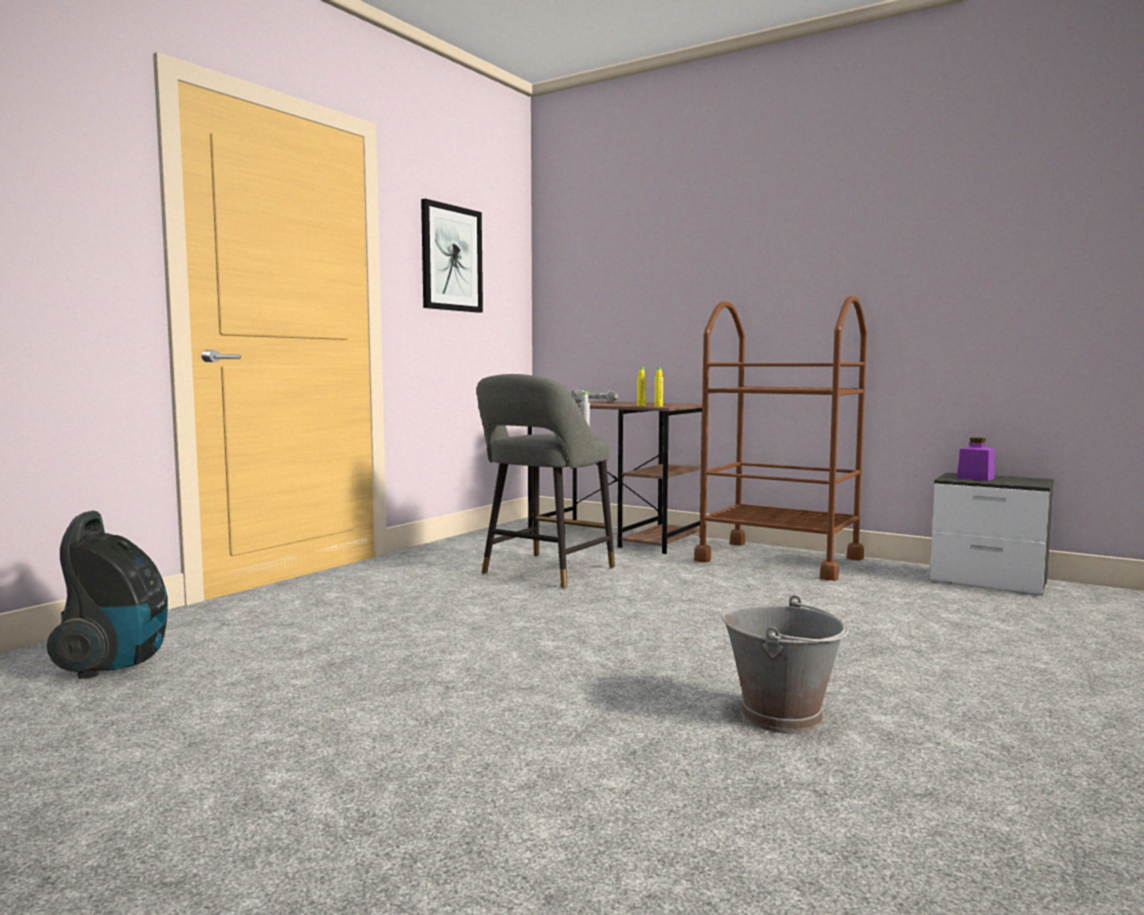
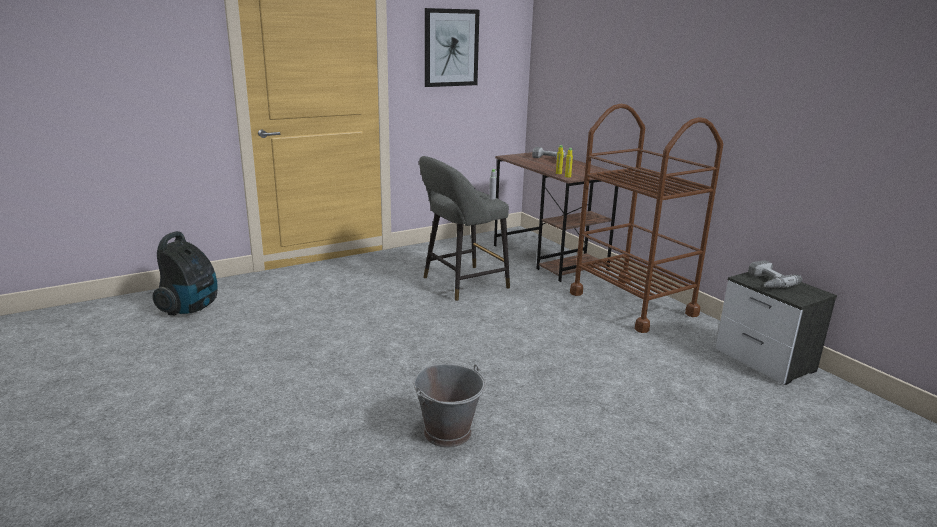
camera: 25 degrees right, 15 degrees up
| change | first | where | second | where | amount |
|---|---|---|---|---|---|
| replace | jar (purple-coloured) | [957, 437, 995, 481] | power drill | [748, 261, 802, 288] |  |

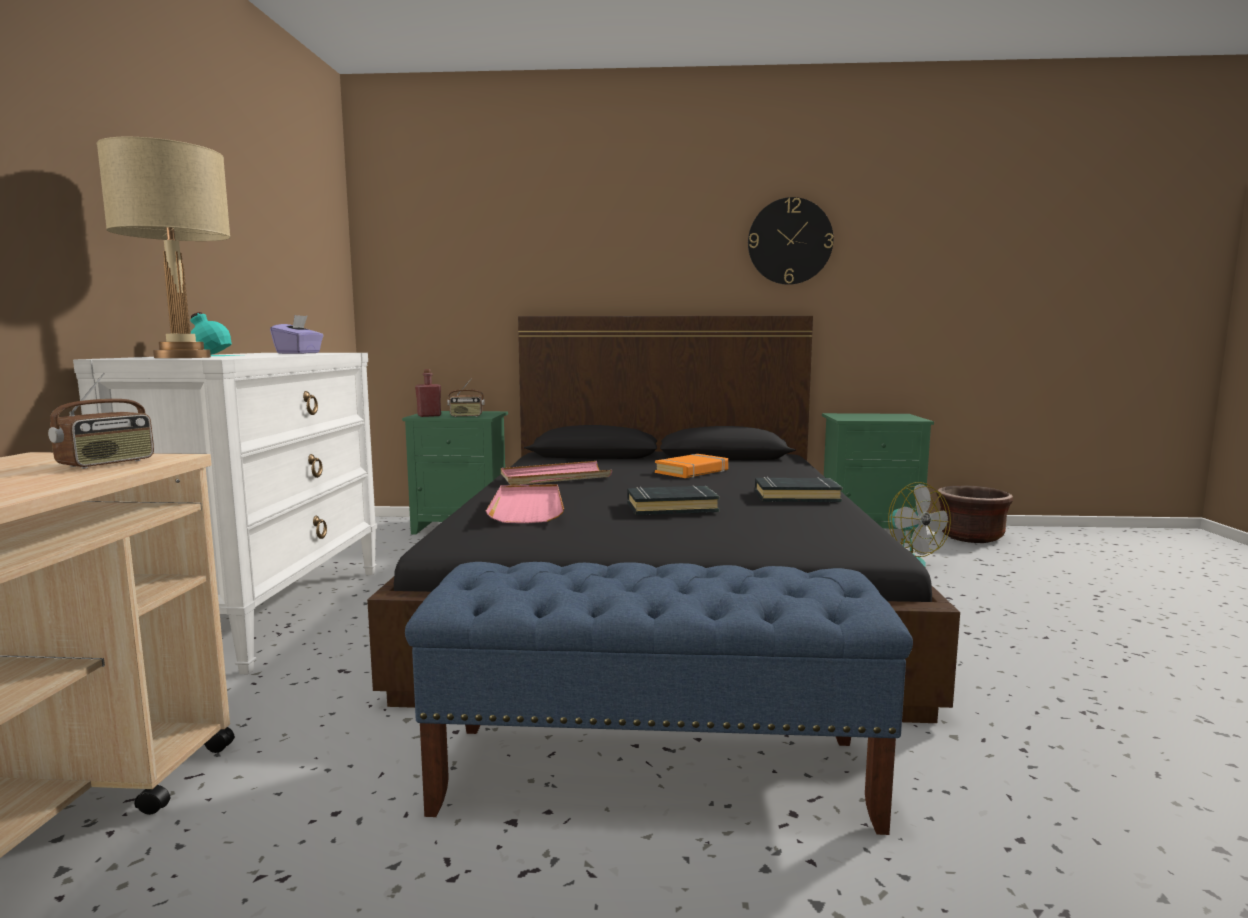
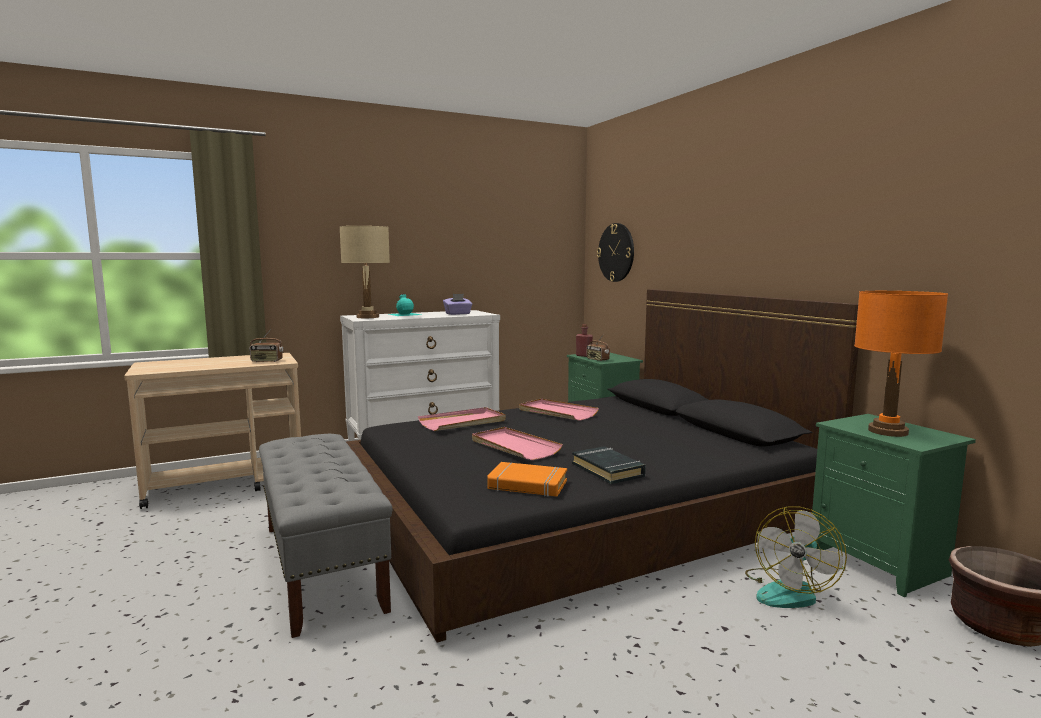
camera: 60 degrees right, 0 degrees up
| change | first | where | second | where | amount |
|---|---|---|---|---|---|
| recolor | bench (blue-coloured) | [405, 562, 913, 835] | bench (gray) | [259, 434, 392, 638] |  |
| replace | bound book (blackish) | [627, 485, 720, 515] | tray (pink-coloured) | [472, 427, 563, 460] |  |
| move | bound book (orange) | [655, 454, 728, 478] |  | [487, 462, 567, 497] |  |
| move | clock on the wall | [748, 197, 833, 285] |  | [597, 223, 634, 282] |  |
| insert |  |  | table lamp (orange) | [854, 291, 948, 437] |  |

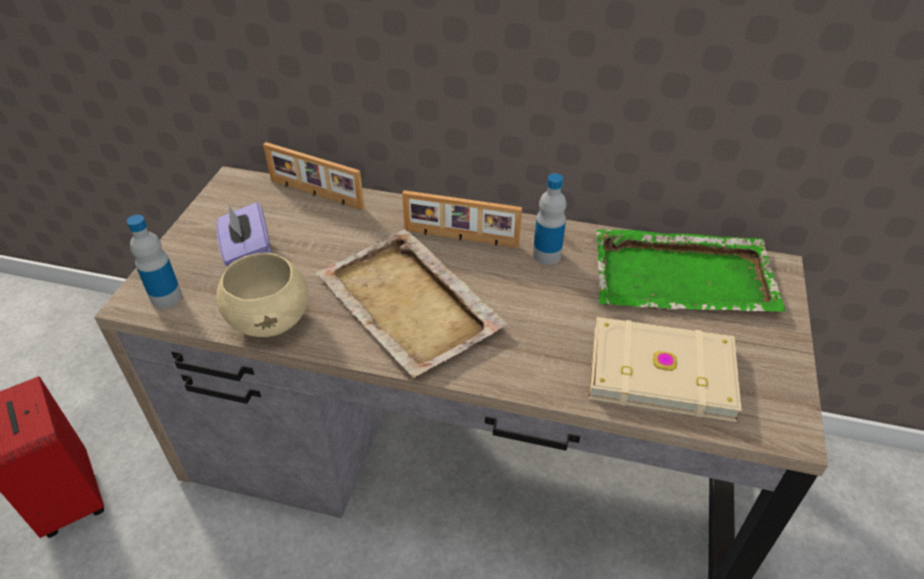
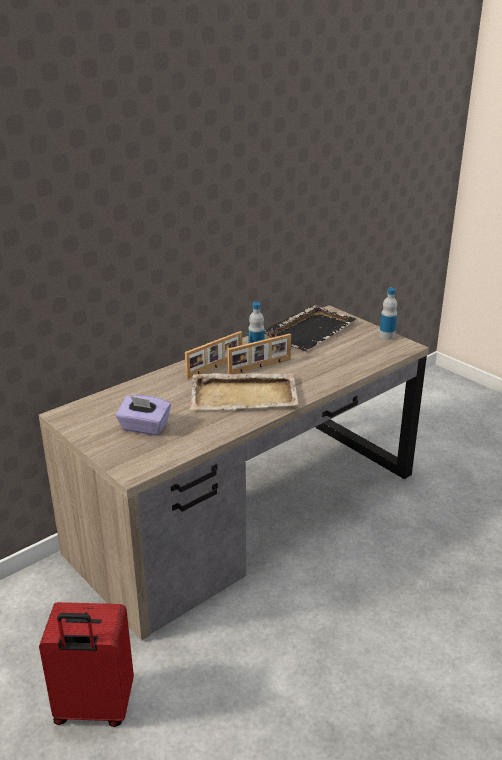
camera: 55 degrees left, 15 degrees down
| change | first | where | second | where | amount |
|---|---|---|---|---|---|
| move | beverage bottle | [127, 215, 182, 308] |  | [379, 288, 397, 340] |  |
| delete | bowl (beige-coloured) | [216, 253, 308, 337] |  |  |  |
| move | standing frame | [263, 142, 364, 210] |  | [227, 334, 291, 374] |  |
| delete | bound book (beige-coloured) | [588, 317, 742, 422] |  |  |  |
| recolor | tray (greenish) | [596, 229, 786, 312] | tray (blackish) | [265, 305, 356, 351] |  |

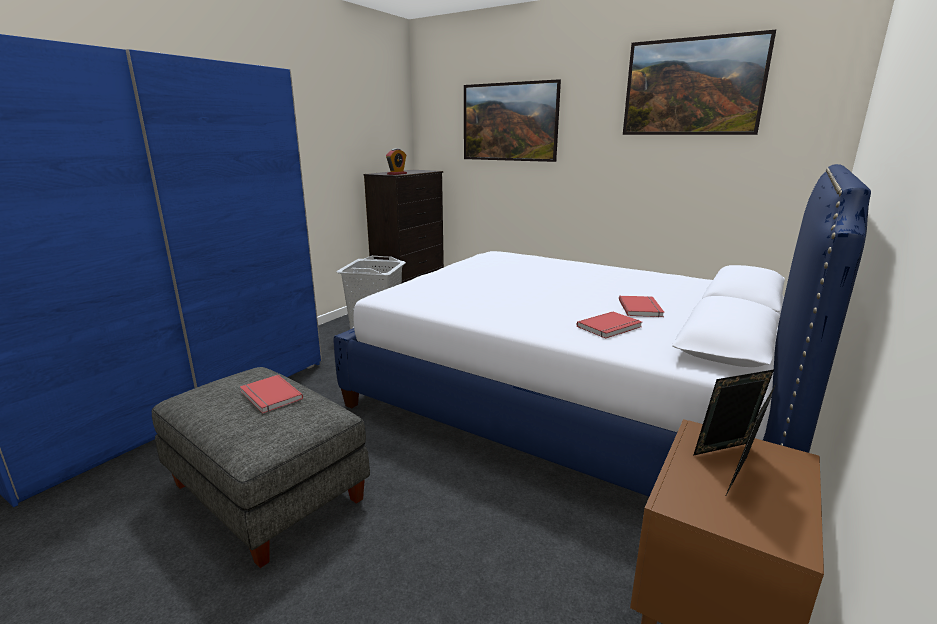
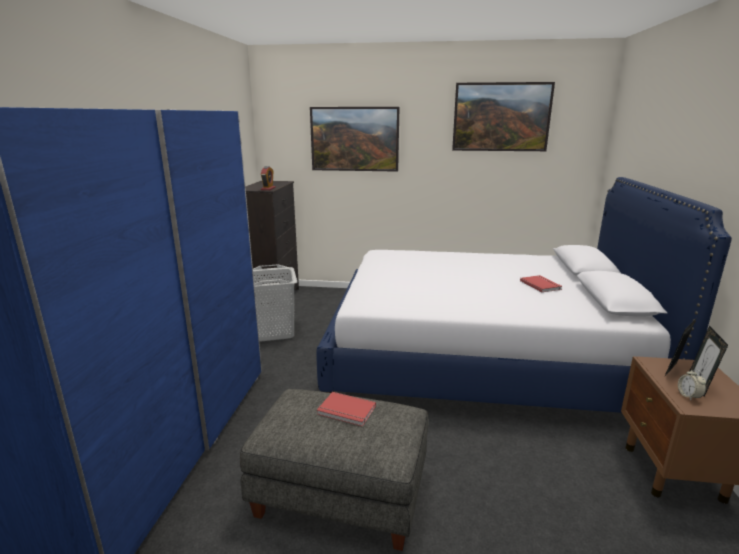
camera: 25 degrees left, 0 degrees up
| change | first | where | second | where | amount |
|---|---|---|---|---|---|
| delete | bound book (reddish) | [577, 312, 642, 338] |  |  |  |
| insert |  |  | bedside clock | [678, 369, 706, 400] |  |

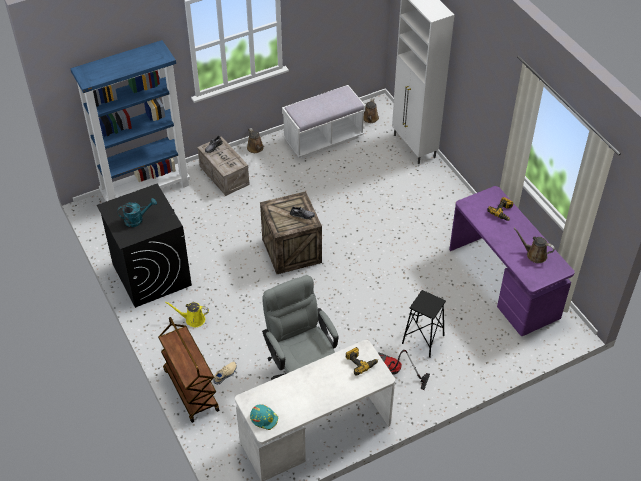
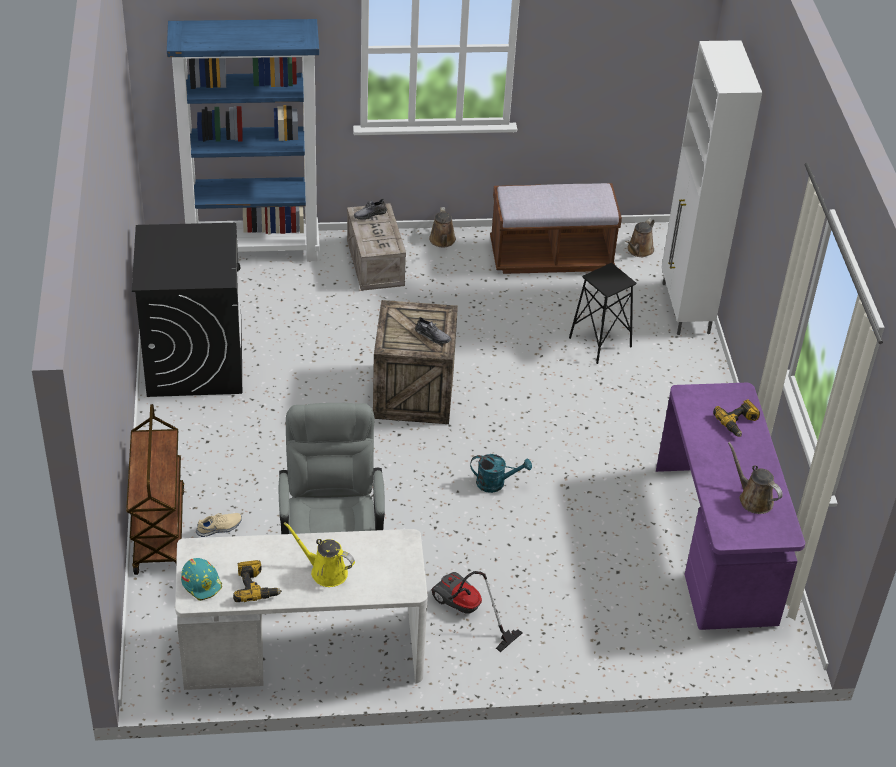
camera: 20 degrees right, 5 degrees down
| change | first | where | second | where | amount |
|---|---|---|---|---|---|
| move | watering pot (turquoise) | [117, 198, 157, 227] |  | [470, 454, 532, 493] |  |
| move | watering pot (yellow) | [165, 302, 209, 327] |  | [284, 522, 355, 587] |  |
| recolor | bench (white-coloured) | [282, 85, 365, 158] | bench (brown-coloured) | [490, 183, 622, 274] |  |
| move | power drill | [346, 347, 378, 376] |  | [233, 560, 282, 602] |  |
| move | stool (blackish) | [402, 290, 446, 358] |  | [569, 263, 636, 364] |  |

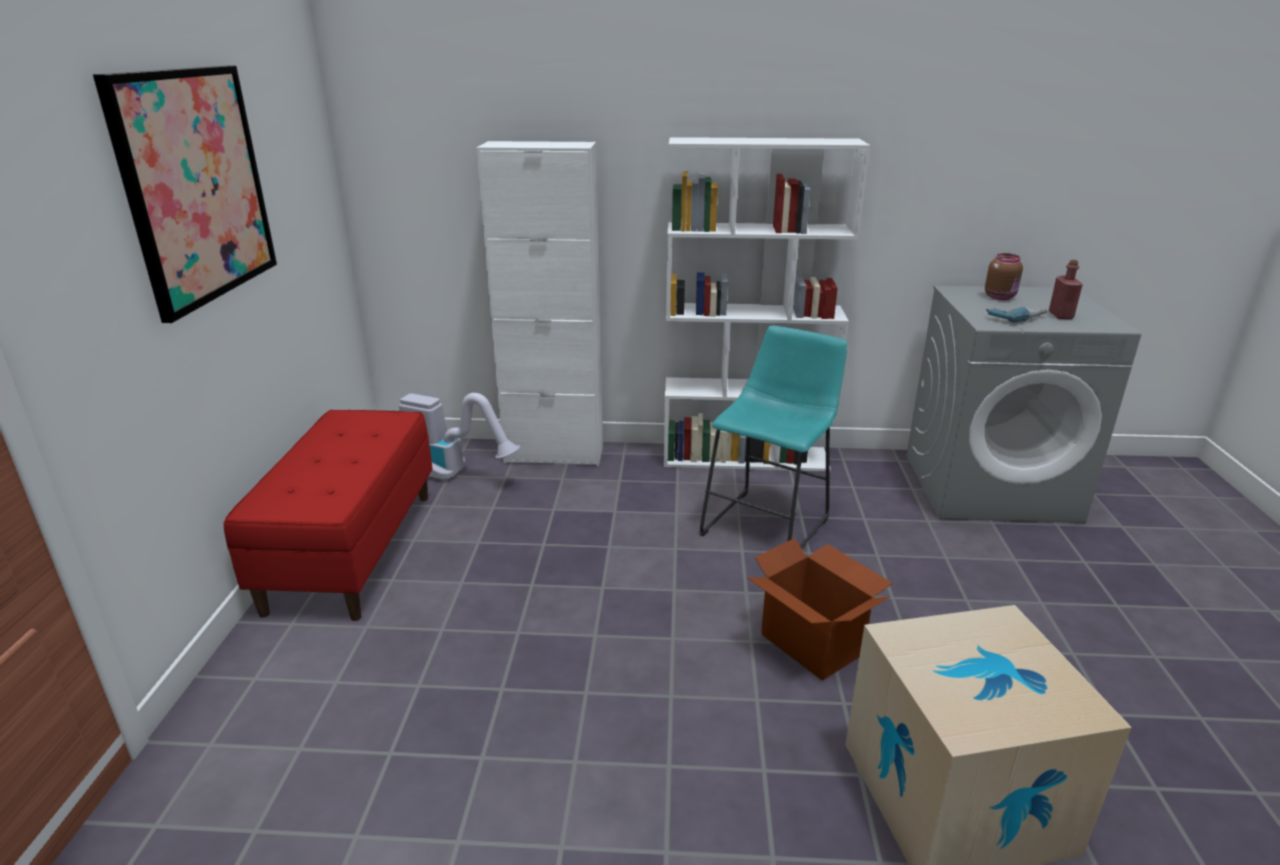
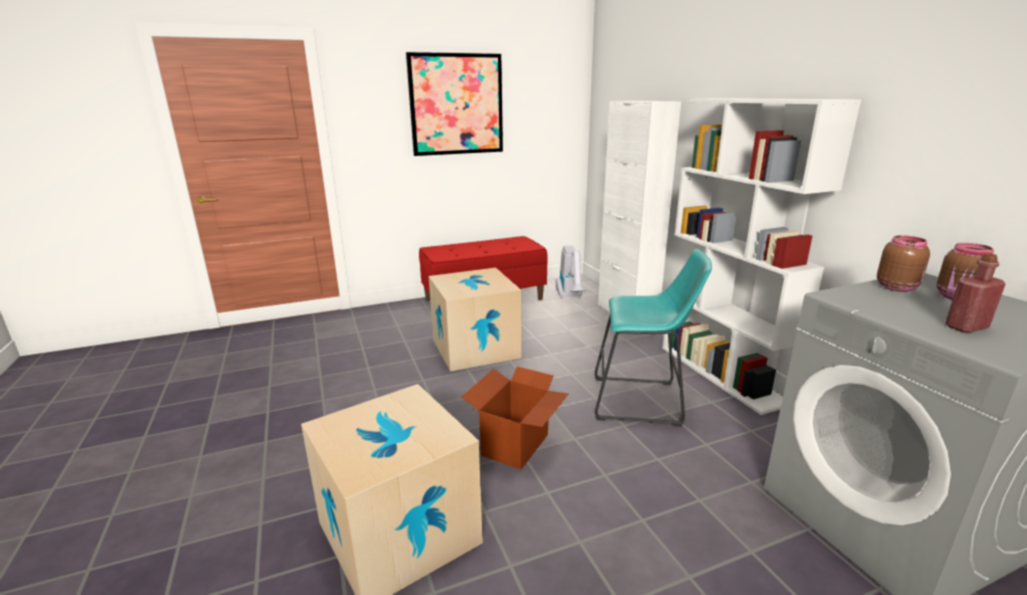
camera: 65 degrees right, 5 degrees down
| change | first | where | second | where | amount |
|---|---|---|---|---|---|
| delete | power drill | [986, 307, 1047, 322] |  |  |  |
| insert |  |  | packing box | [429, 268, 521, 371] |  |
| insert |  |  | jar (brown-coloured) | [877, 235, 930, 292] |  |

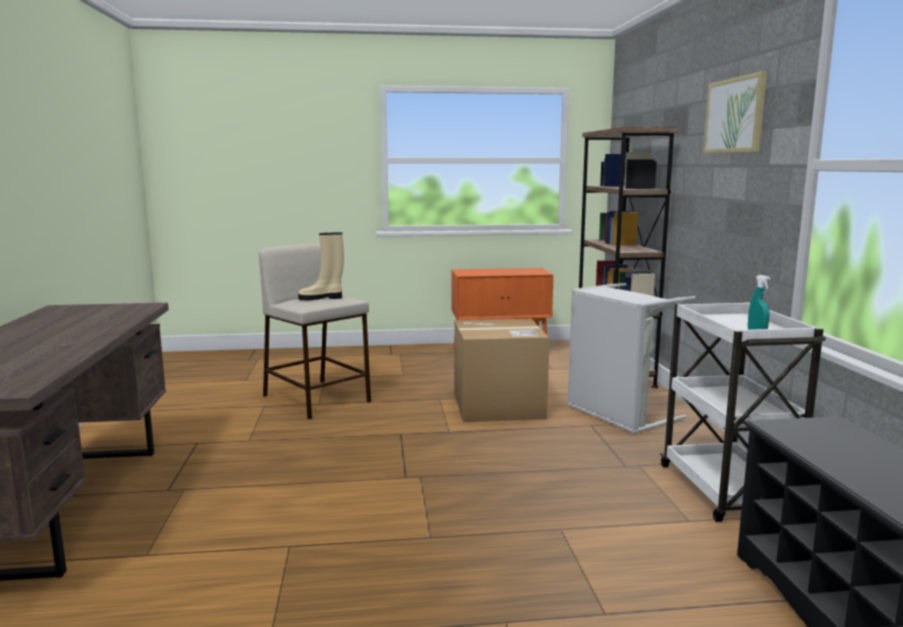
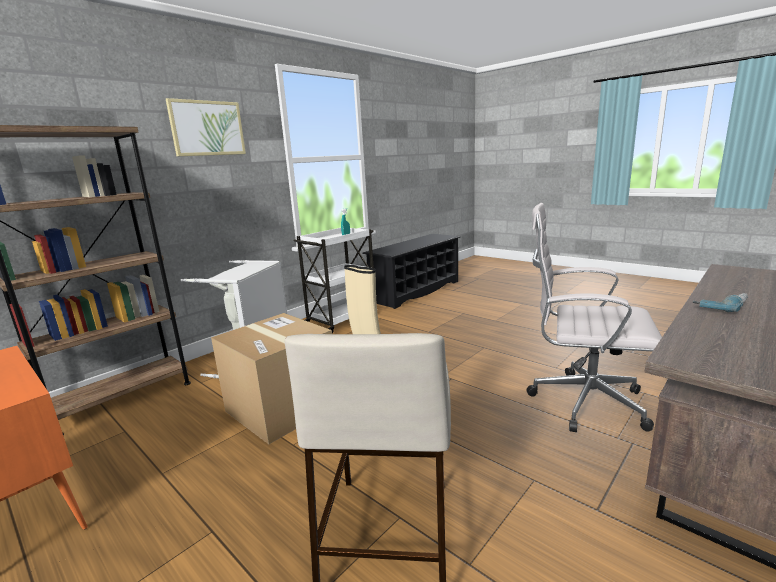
camera: 130 degrees left, 5 degrees up
| change | first | where | second | where | amount |
|---|---|---|---|---|---|
| insert |  |  | desk chair (white-coloured) | [527, 203, 662, 432] |  |
| insert |  |  | power drill | [693, 293, 748, 312] |  |

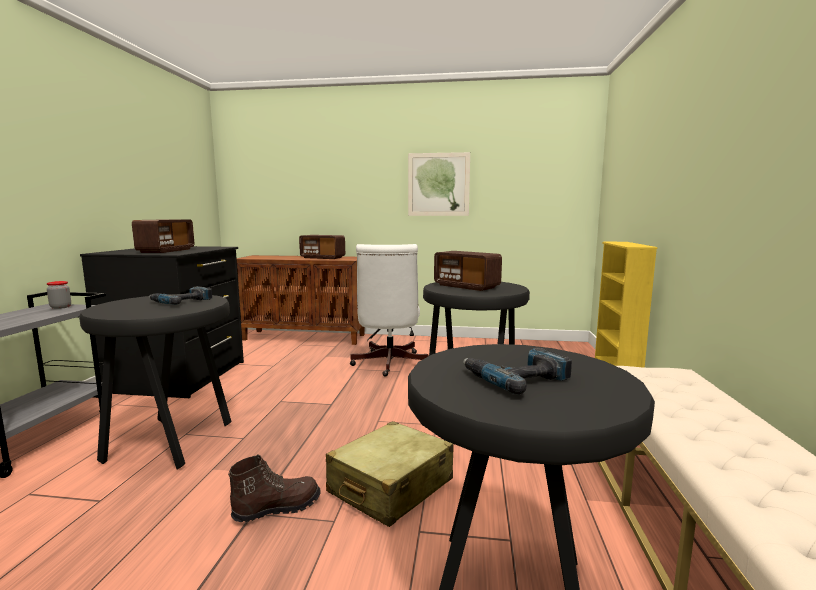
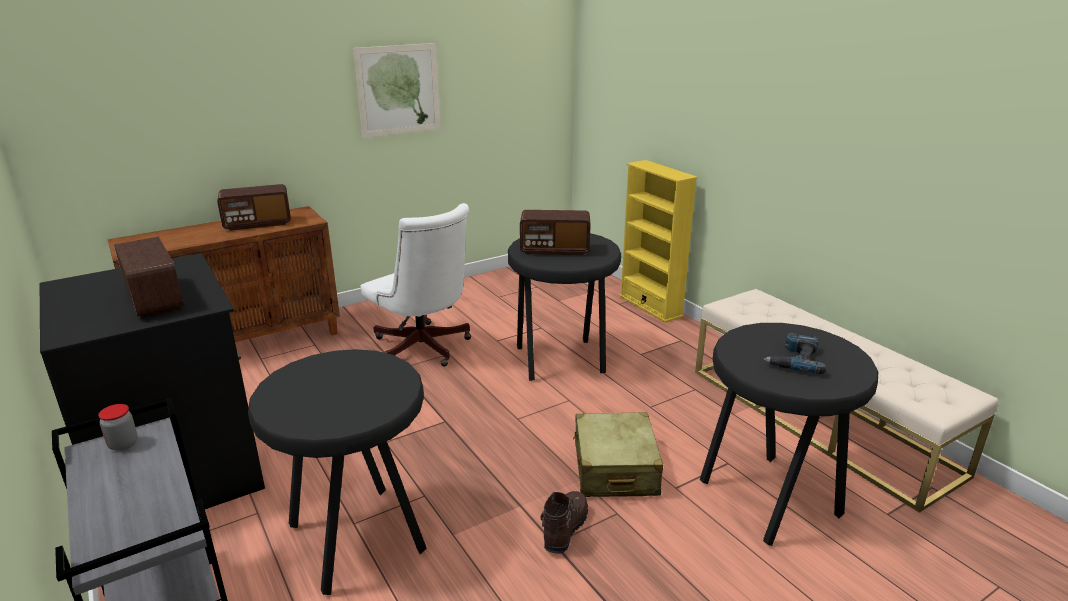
camera: 40 degrees left, 15 degrees up
| change | first | where | second | where | amount |
|---|---|---|---|---|---|
| delete | power drill | [149, 286, 212, 305] |  |  |  |

